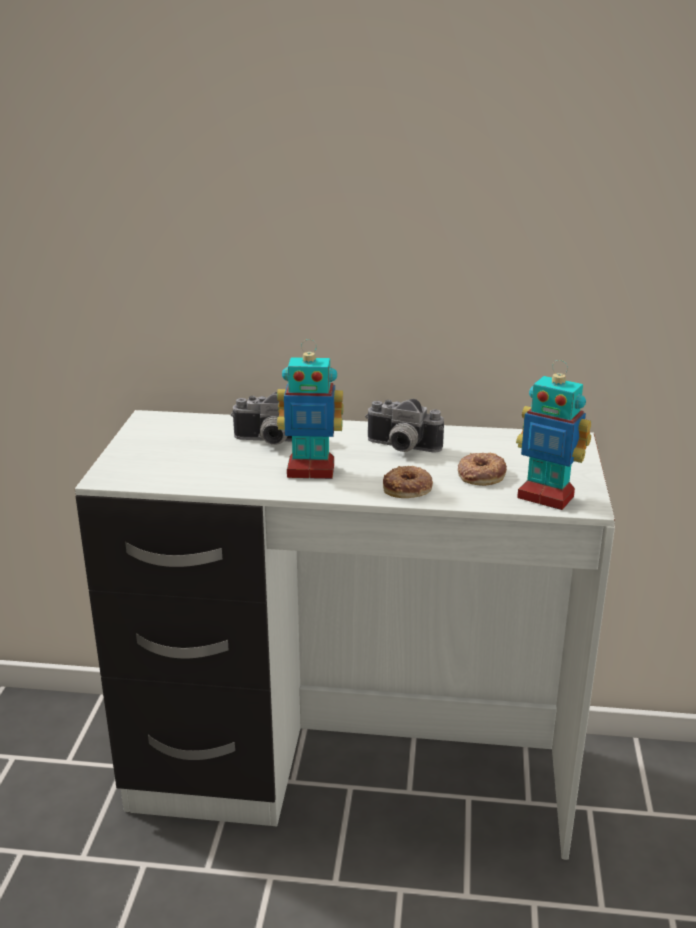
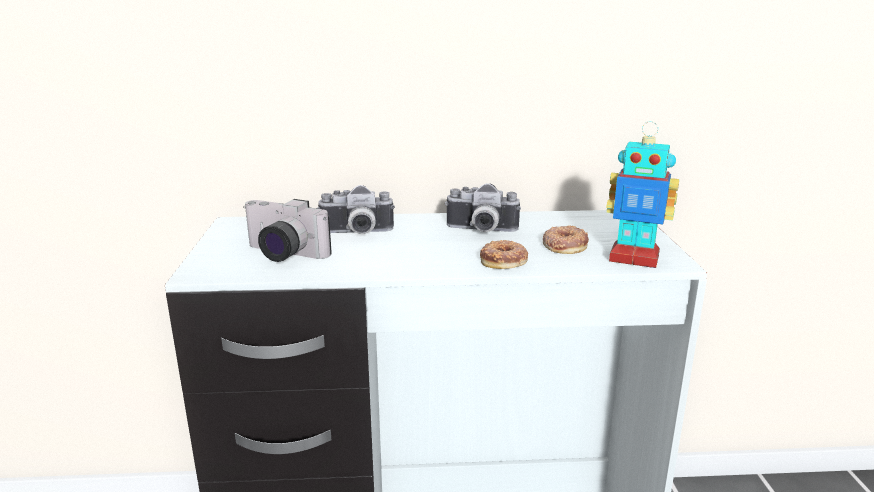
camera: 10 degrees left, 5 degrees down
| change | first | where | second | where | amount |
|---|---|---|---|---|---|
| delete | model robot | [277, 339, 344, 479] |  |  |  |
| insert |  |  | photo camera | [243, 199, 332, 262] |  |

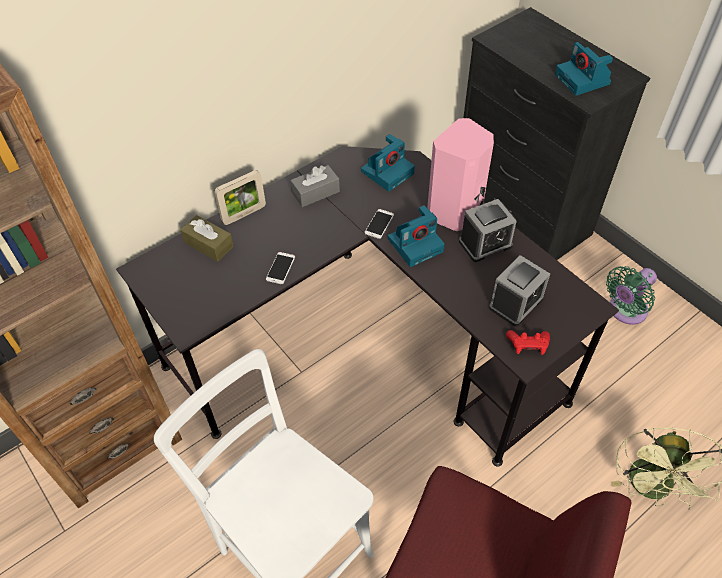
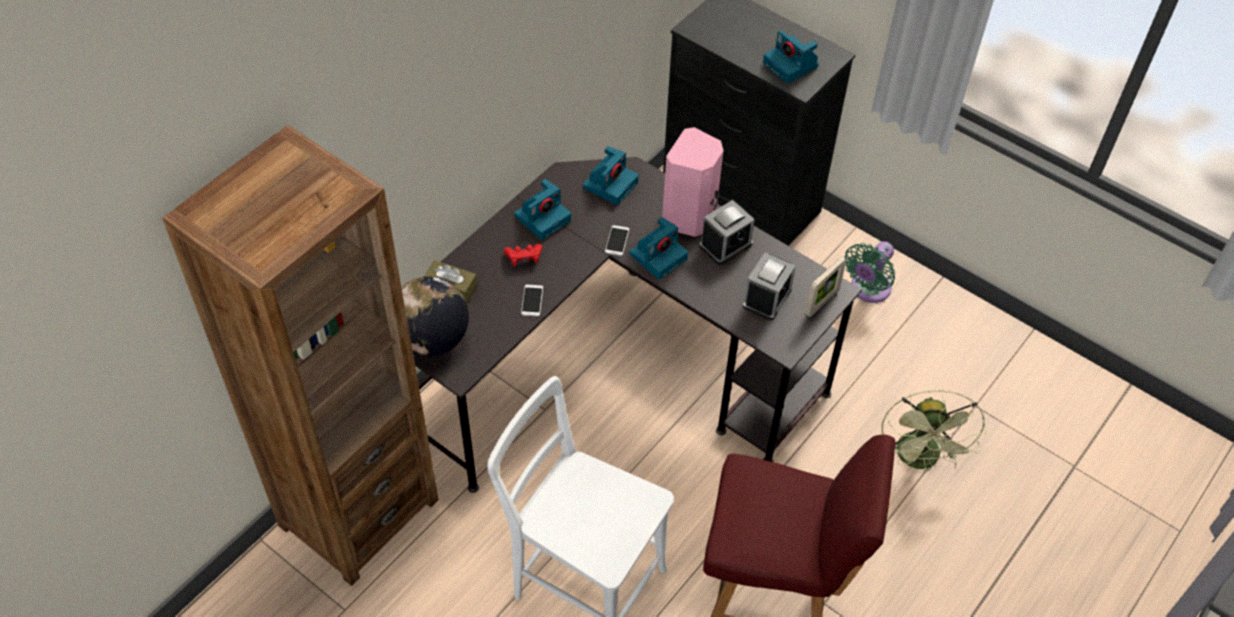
camera: 15 degrees left, 0 degrees up
| change | first | where | second | where | amount |
|---|---|---|---|---|---|
| move | standing frame | [214, 170, 266, 225] |  | [805, 256, 847, 317] |  |
| replace | tissue holder (gray) | [290, 165, 340, 207] | photo camera | [514, 179, 571, 240] |  |
| move | joypad (reddish) | [506, 330, 550, 355] |  | [503, 243, 542, 266] |  |
| insert |  |  | desk globe | [401, 277, 469, 357] |  |

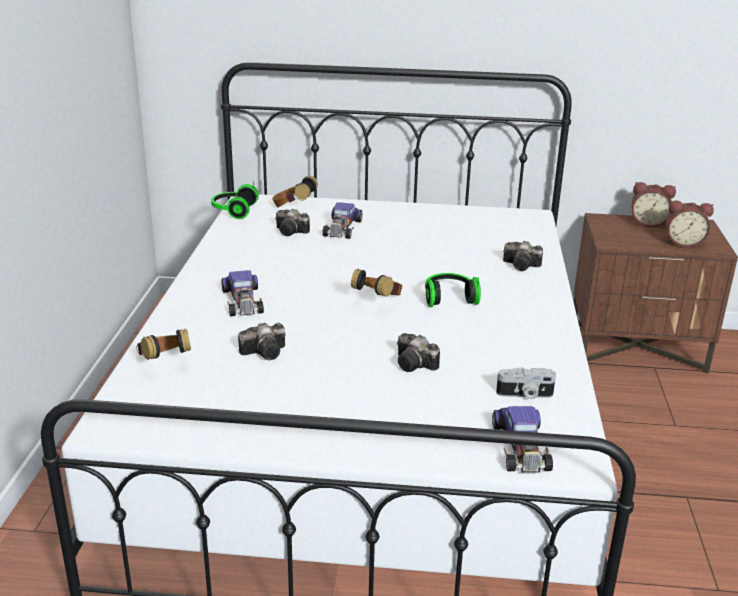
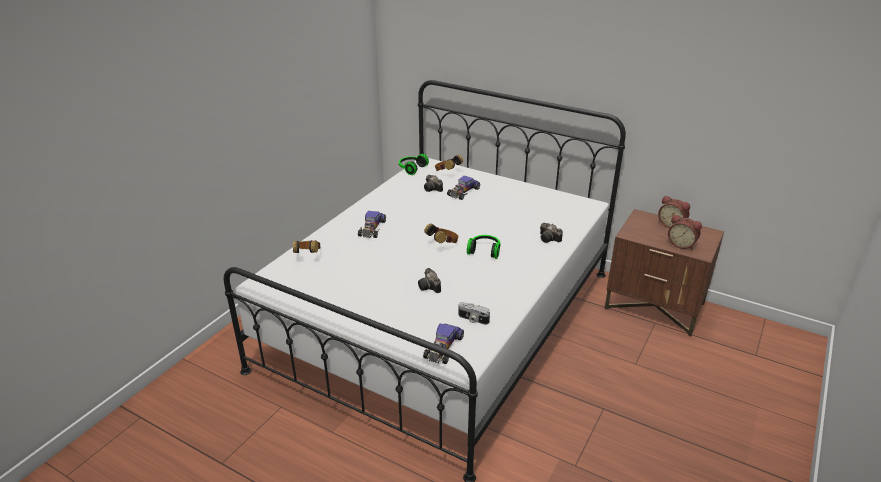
camera: 25 degrees right, 5 degrees up
| change | first | where | second | where | amount |
|---|---|---|---|---|---|
| delete | photo camera | [238, 323, 285, 360] |  |  |  |

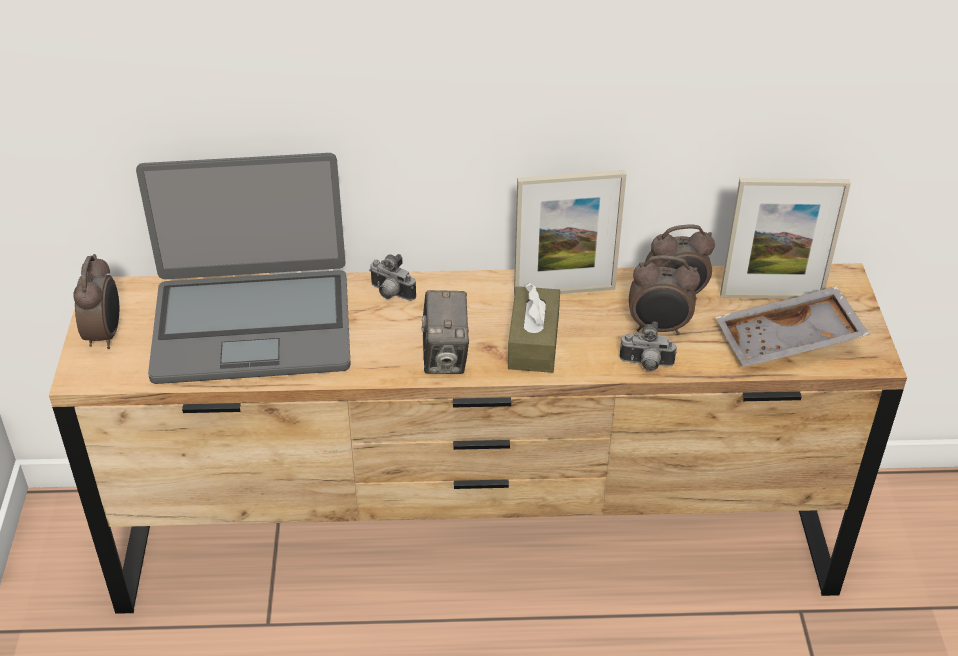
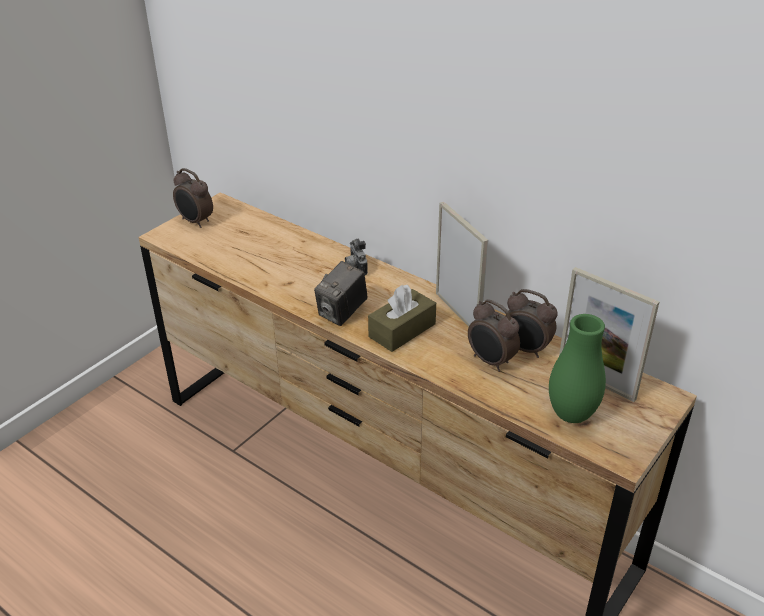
camera: 40 degrees right, 5 degrees down
| change | first | where | second | where | amount |
|---|---|---|---|---|---|
| rotate | bedside clock | [73, 254, 119, 349] |  | [173, 168, 213, 228] | 90 degrees clockwise |
| delete | laptop | [136, 153, 351, 384] |  |  |  |
| rotate | standing frame | [514, 170, 627, 296] |  | [436, 202, 488, 327] | 150 degrees counterclockwise |
| delete | photo camera | [620, 322, 676, 371] |  |  |  |
| replace | tray (gray) | [715, 286, 870, 367] | flower vase (greenish) | [549, 314, 606, 423] |  |

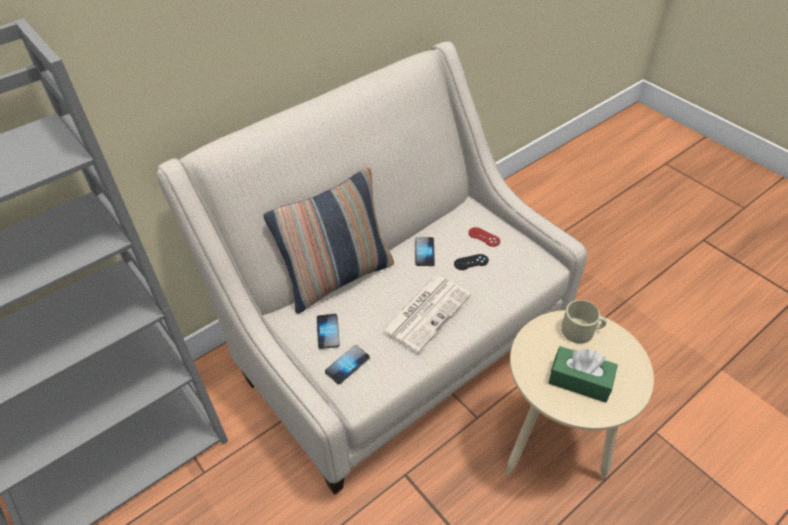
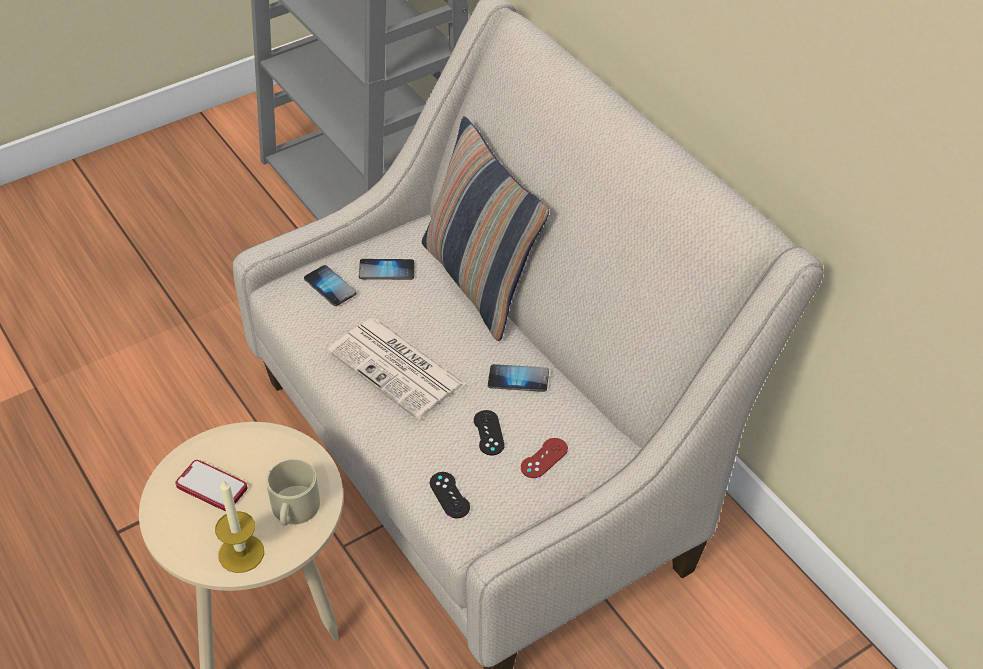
camera: 95 degrees right, 0 degrees up
| change | first | where | second | where | amount |
|---|---|---|---|---|---|
| replace | tissue holder (greenish) | [548, 346, 618, 403] | handset | [175, 460, 247, 511] |  |
| insert |  |  | wax light | [215, 478, 264, 573] |  |
| insert |  |  | joypad (blackish) | [430, 472, 470, 518] |  |

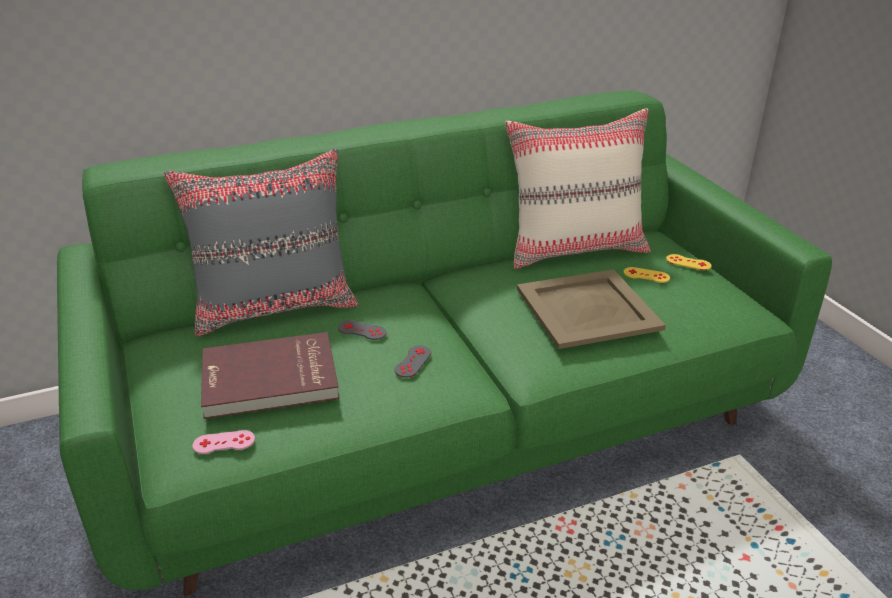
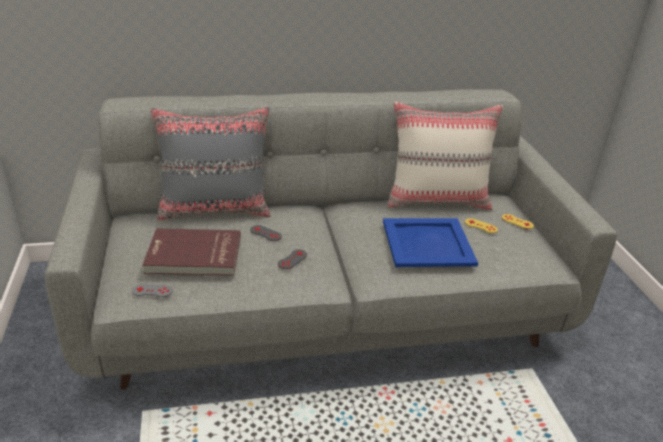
camera: 10 degrees right, 0 degrees up
| change | first | where | second | where | amount |
|---|---|---|---|---|---|
| recolor | sofa (greenish) | [57, 90, 832, 596] | sofa (gray) | [44, 89, 617, 389] |  |
| recolor | joypad (pink-coloured) | [192, 430, 255, 454] | joypad (gray) | [132, 284, 173, 297] |  |
| recolor | tray (beige-coloured) | [517, 269, 666, 349] | tray (blue-coloured) | [383, 218, 478, 267] |  |

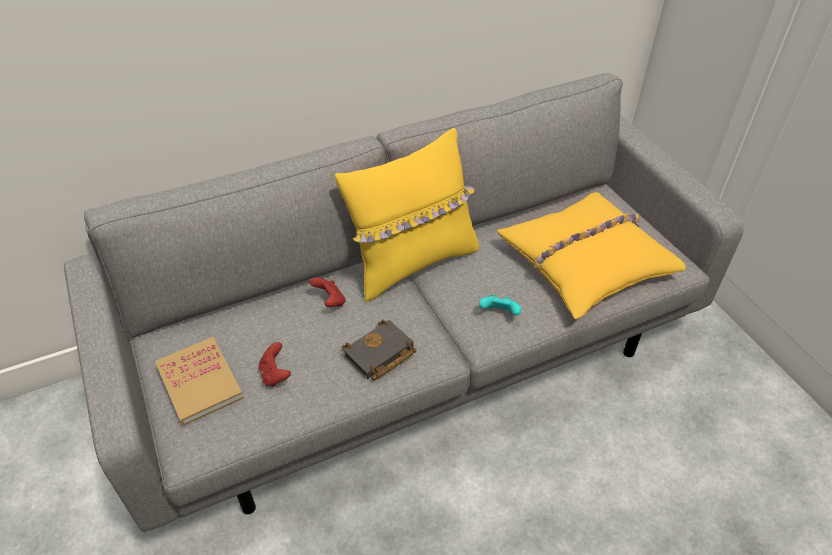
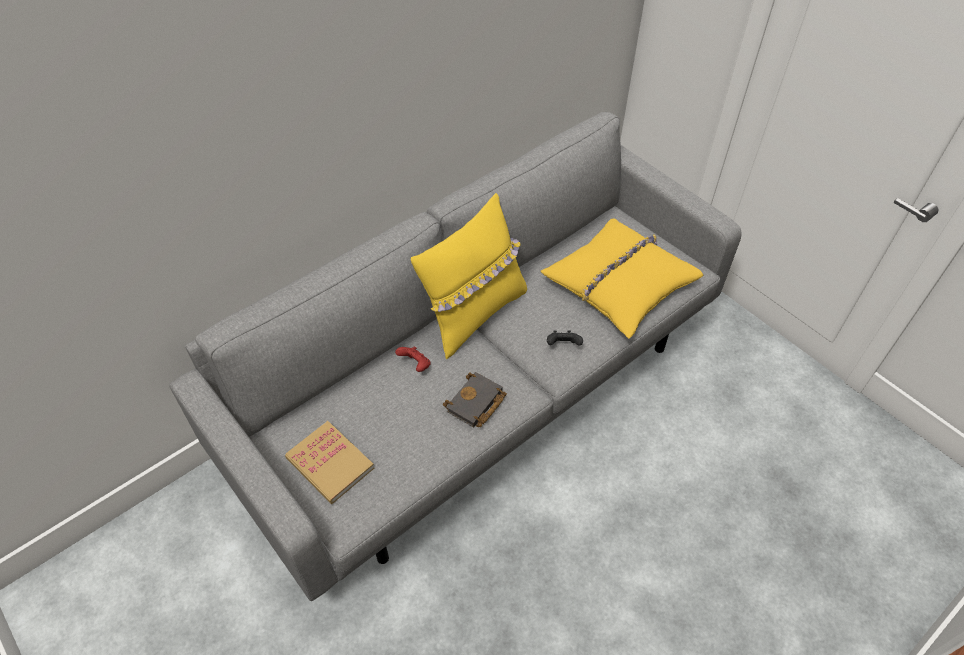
camera: 15 degrees left, 5 degrees up
| change | first | where | second | where | amount |
|---|---|---|---|---|---|
| delete | joypad (reddish) | [259, 342, 291, 387] |  |  |  |
| recolor | joypad (turquoise) | [479, 294, 521, 316] | joypad (blackish) | [547, 331, 583, 346] |  |

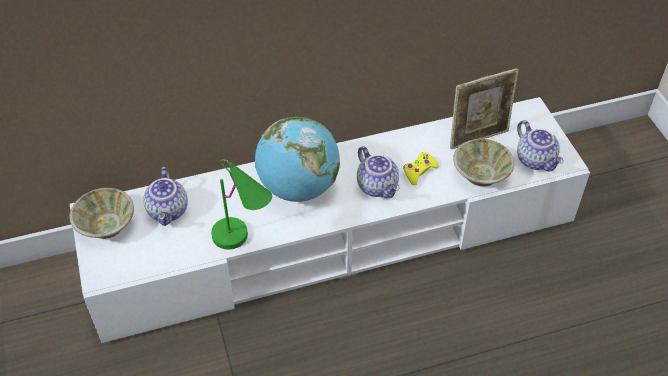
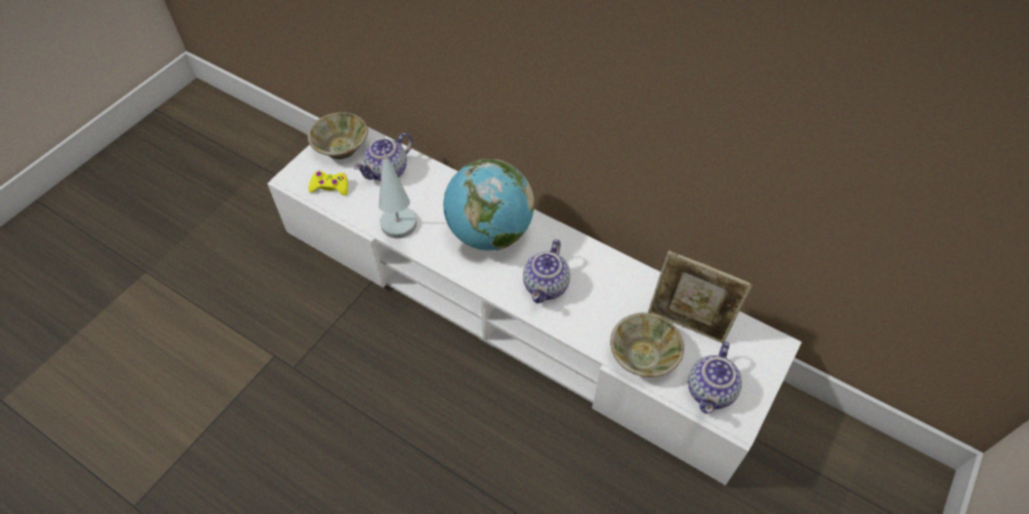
camera: 50 degrees right, 5 degrees up
| change | first | where | second | where | amount |
|---|---|---|---|---|---|
| recolor | table lamp (greenish) | [211, 159, 272, 250] | table lamp (white-coloured) | [379, 147, 417, 238] |  |
| move | joypad (yellow) | [403, 152, 439, 185] |  | [308, 171, 348, 196] |  |

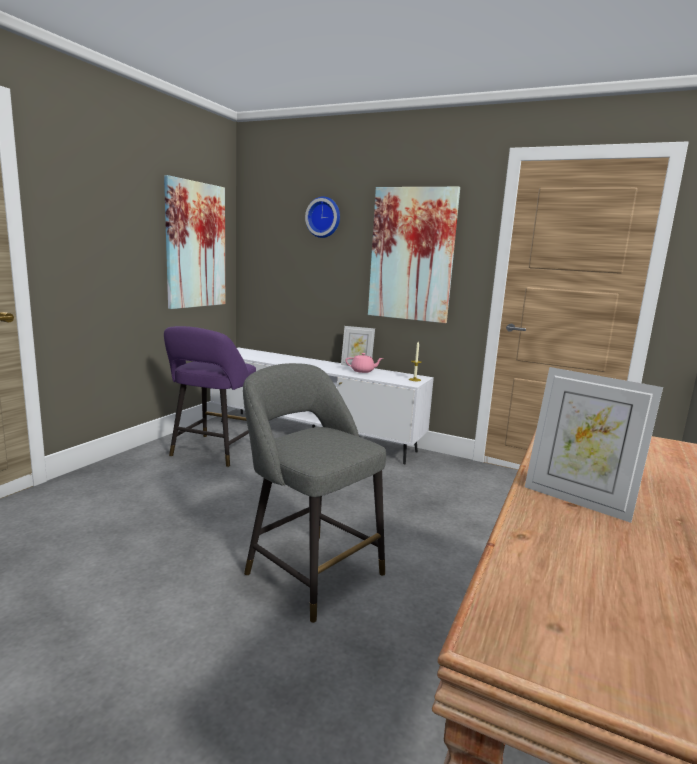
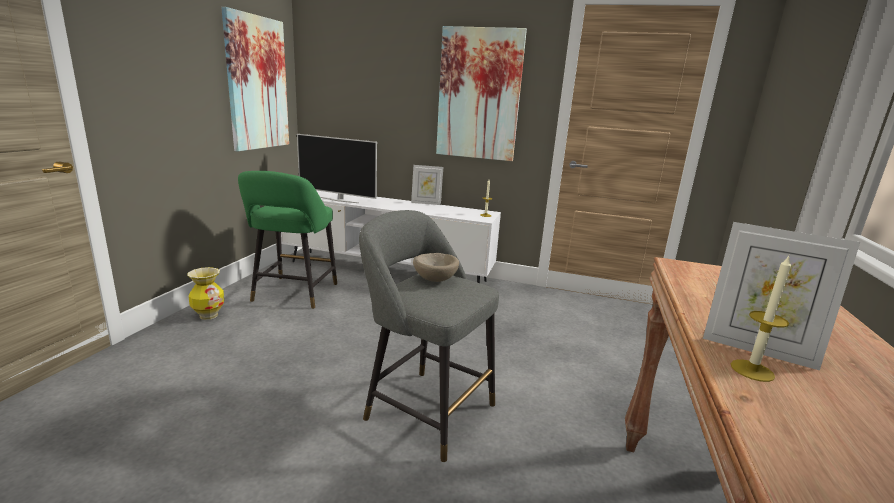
camera: 10 degrees left, 5 degrees up
| change | first | where | second | where | amount |
|---|---|---|---|---|---|
| recolor | stool (purple-coloured) | [164, 326, 256, 467] | stool (greenish) | [238, 171, 337, 309] |  |
| delete | clock on the wall | [305, 196, 340, 238] |  |  |  |
| delete | pot for tea (pink-coloured) | [345, 353, 383, 373] |  |  |  |
| insert |  |  | flower vase | [187, 267, 224, 320] |  |
| insert |  |  | television | [297, 134, 377, 203] |  |
| insert |  |  | bowl (beige-coloured) | [413, 253, 459, 282] |  |
| insert |  |  | wax light | [731, 256, 791, 382] |  |

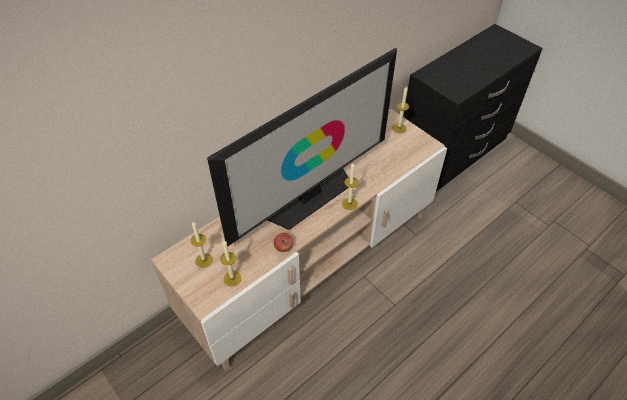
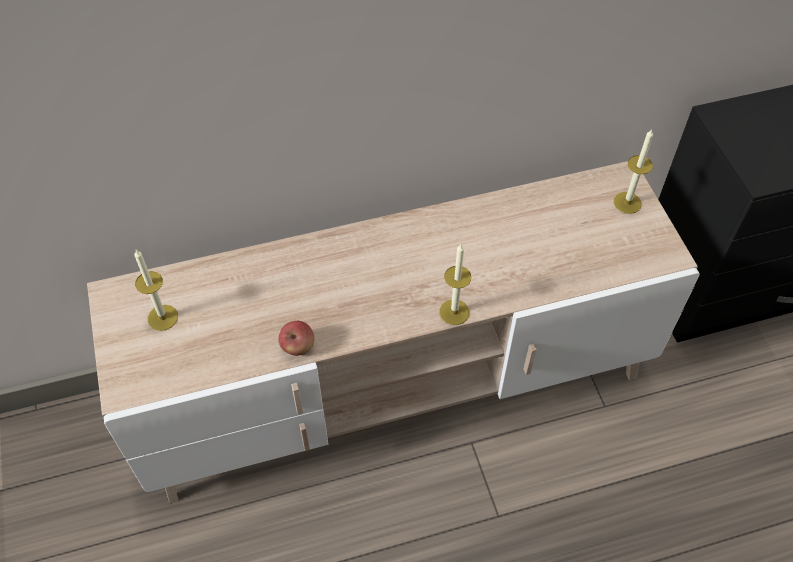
camera: 25 degrees right, 5 degrees up
| change | first | where | second | where | amount |
|---|---|---|---|---|---|
| delete | television | [207, 48, 397, 246] |  |  |  |
| delete | wax light | [220, 240, 241, 286] |  |  |  |

